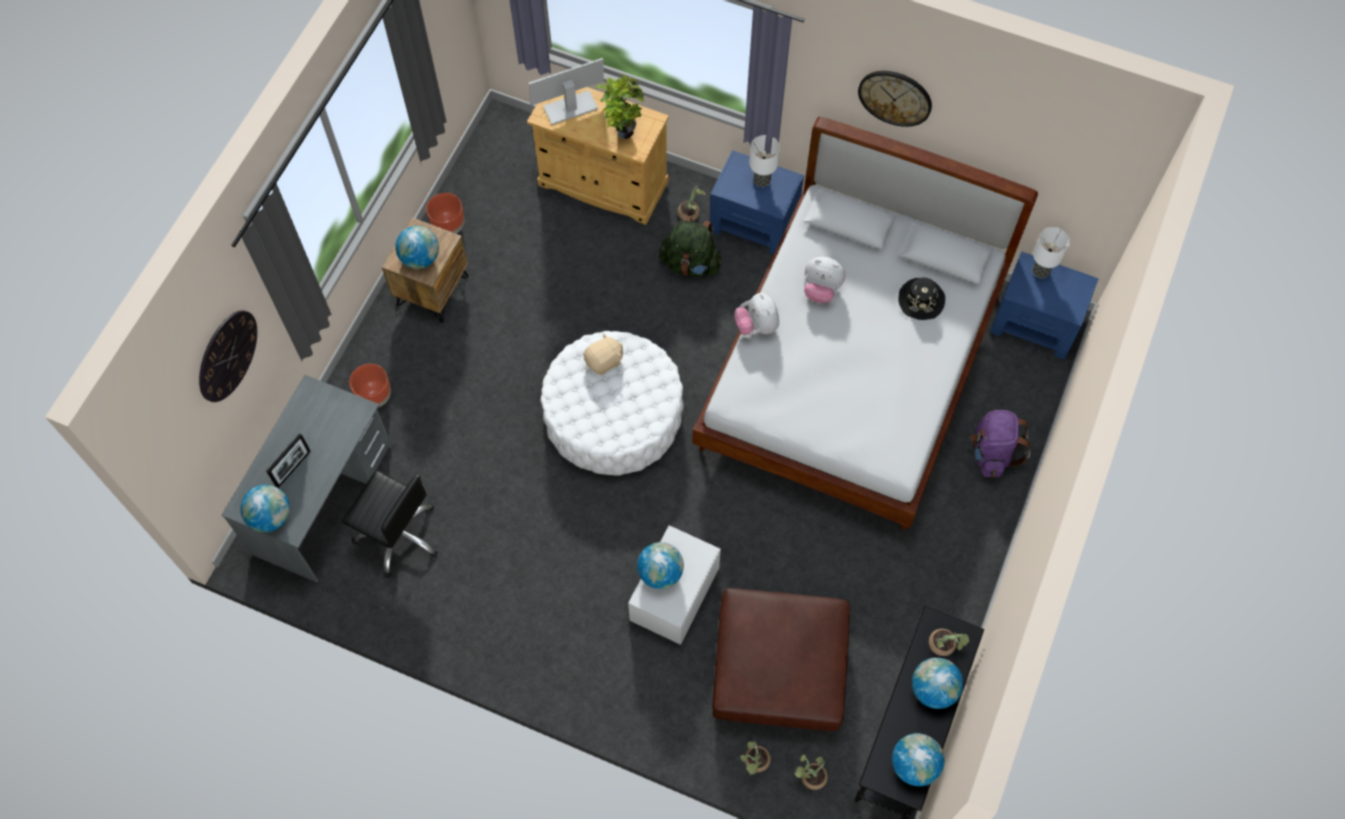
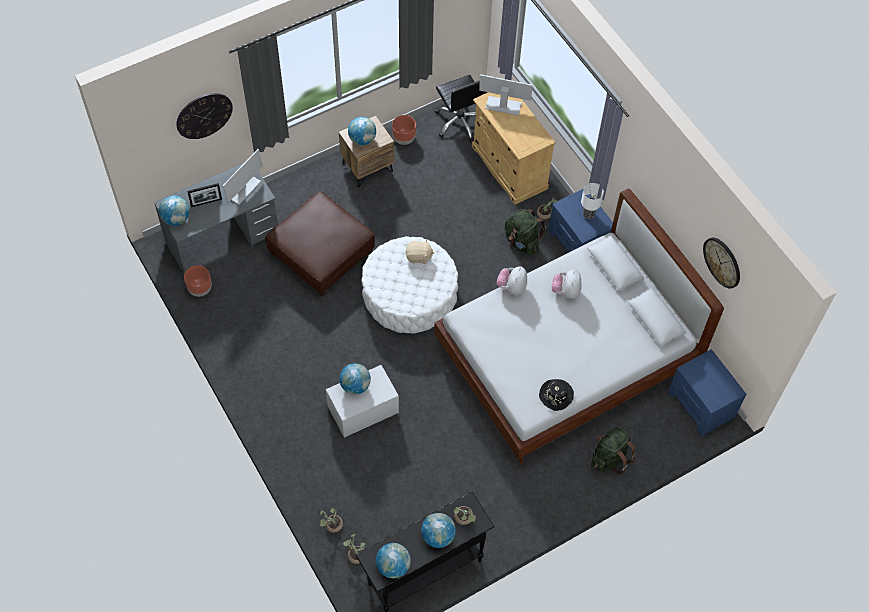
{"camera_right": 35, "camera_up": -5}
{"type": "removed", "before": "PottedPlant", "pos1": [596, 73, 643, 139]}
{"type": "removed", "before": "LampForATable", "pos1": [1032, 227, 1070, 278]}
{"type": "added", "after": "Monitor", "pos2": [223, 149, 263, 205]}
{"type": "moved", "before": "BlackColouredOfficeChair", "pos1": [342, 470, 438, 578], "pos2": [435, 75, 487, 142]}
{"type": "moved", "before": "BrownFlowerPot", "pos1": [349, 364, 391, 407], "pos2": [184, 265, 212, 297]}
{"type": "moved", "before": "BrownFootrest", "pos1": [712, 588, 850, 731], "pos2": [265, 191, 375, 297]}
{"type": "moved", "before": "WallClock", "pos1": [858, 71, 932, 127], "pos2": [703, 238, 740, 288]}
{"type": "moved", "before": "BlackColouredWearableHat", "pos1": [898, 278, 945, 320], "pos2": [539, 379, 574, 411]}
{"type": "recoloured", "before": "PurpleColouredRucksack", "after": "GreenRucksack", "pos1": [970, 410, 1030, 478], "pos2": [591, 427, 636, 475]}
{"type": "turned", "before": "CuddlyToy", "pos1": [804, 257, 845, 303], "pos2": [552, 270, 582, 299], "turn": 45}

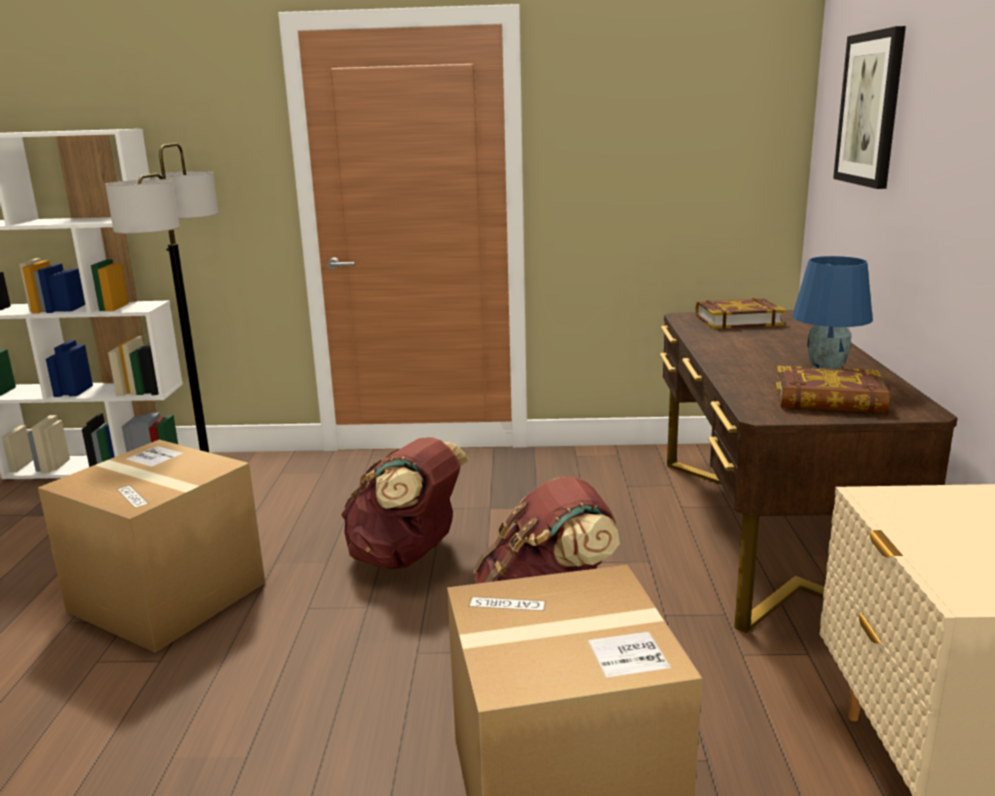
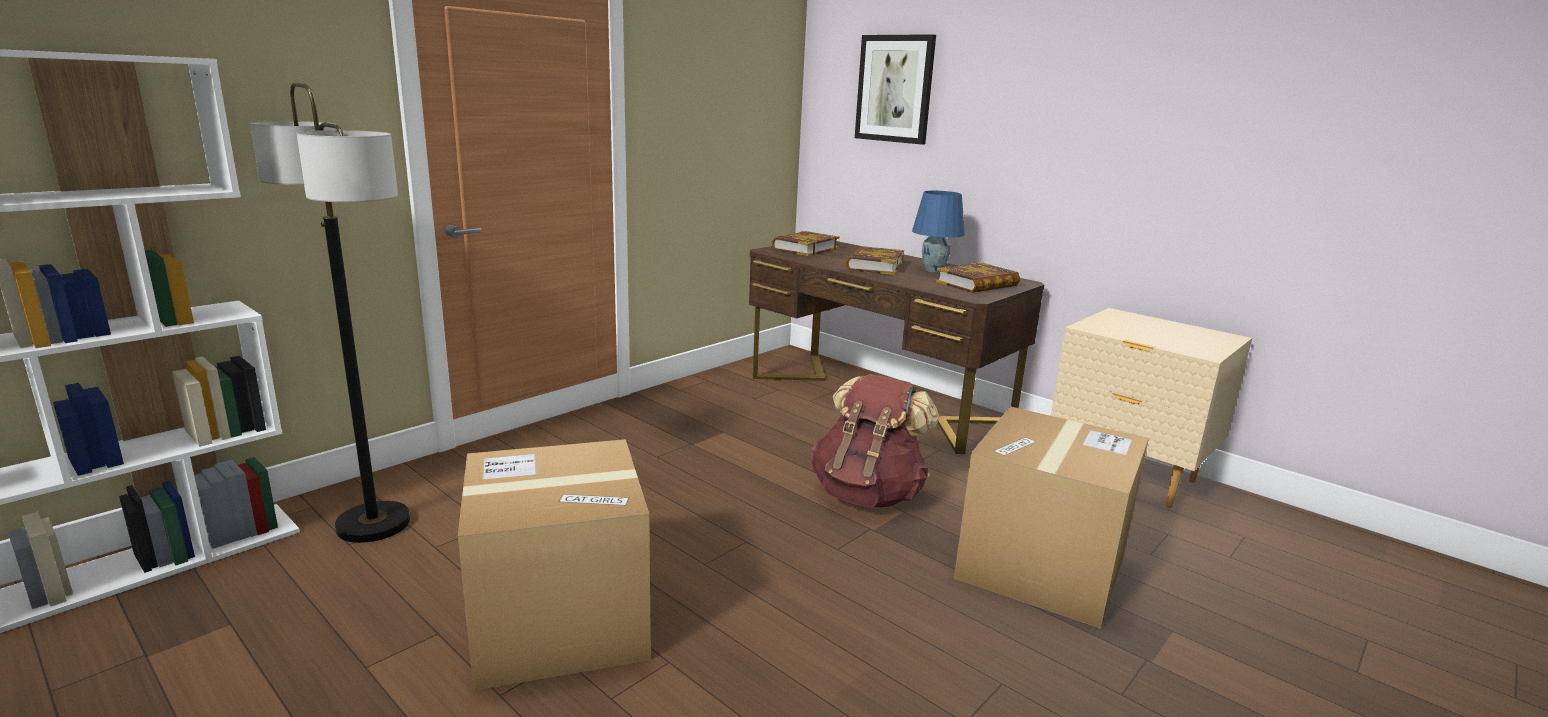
{"camera_right": -50, "camera_up": 0}
{"type": "removed", "before": "BrownRucksack", "pos1": [341, 437, 469, 569]}
{"type": "added", "after": "Book", "pos2": [846, 246, 904, 275]}

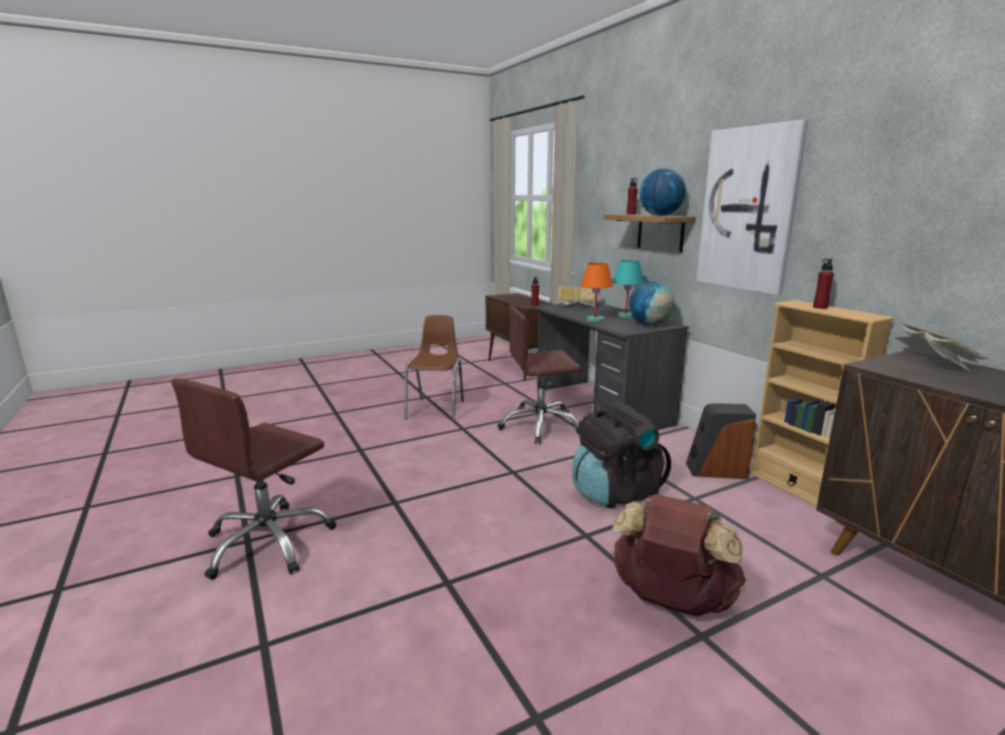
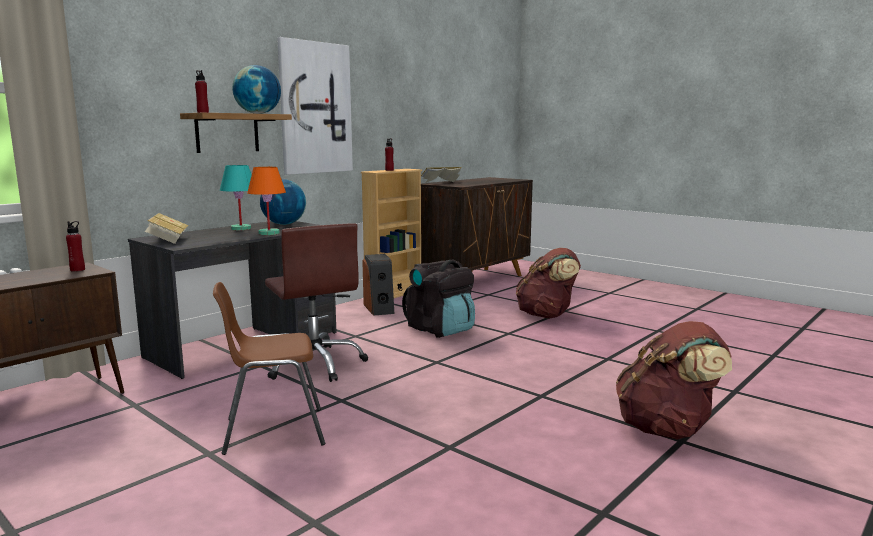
{"camera_right": -110, "camera_up": -5}
{"type": "replaced", "before": "BrownOfficeChair", "after": "BrownRucksack", "pos1": [171, 378, 336, 580], "pos2": [616, 321, 732, 440]}

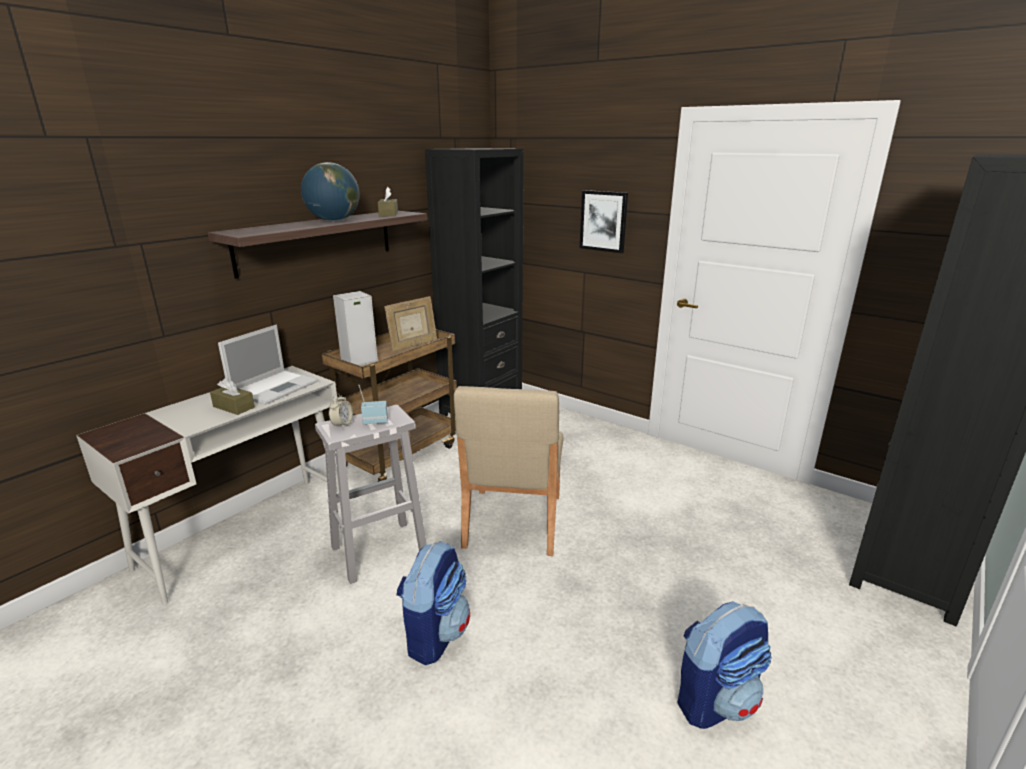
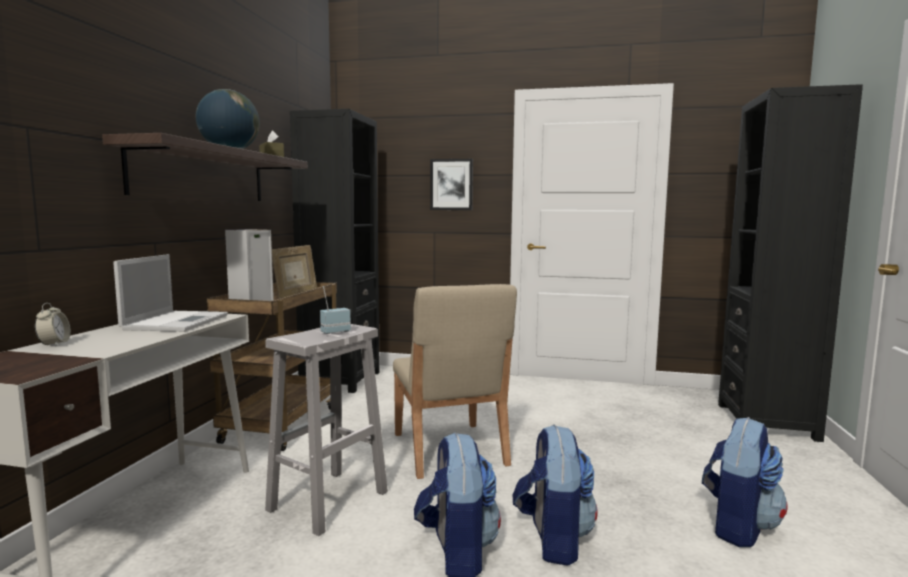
{"camera_right": -25, "camera_up": -15}
{"type": "removed", "before": "BrownTissueBox", "pos1": [210, 378, 255, 415]}
{"type": "added", "after": "Rucksack", "pos2": [513, 424, 598, 566]}
{"type": "moved", "before": "AlarmClock", "pos1": [329, 394, 353, 429], "pos2": [35, 303, 71, 346]}

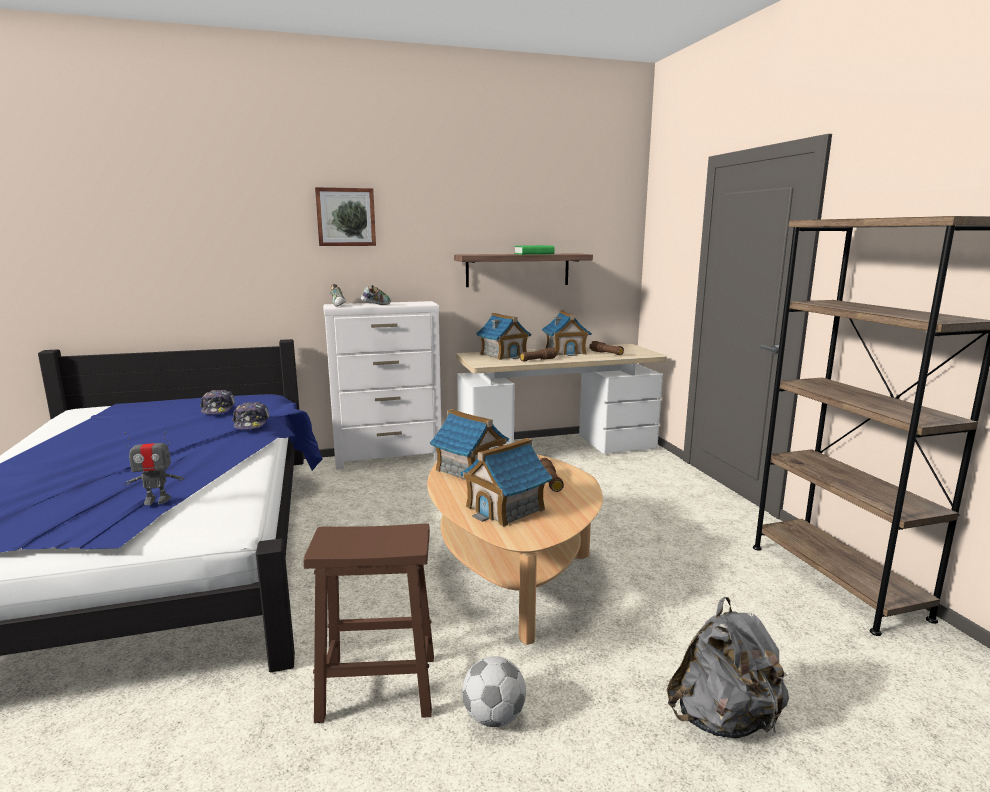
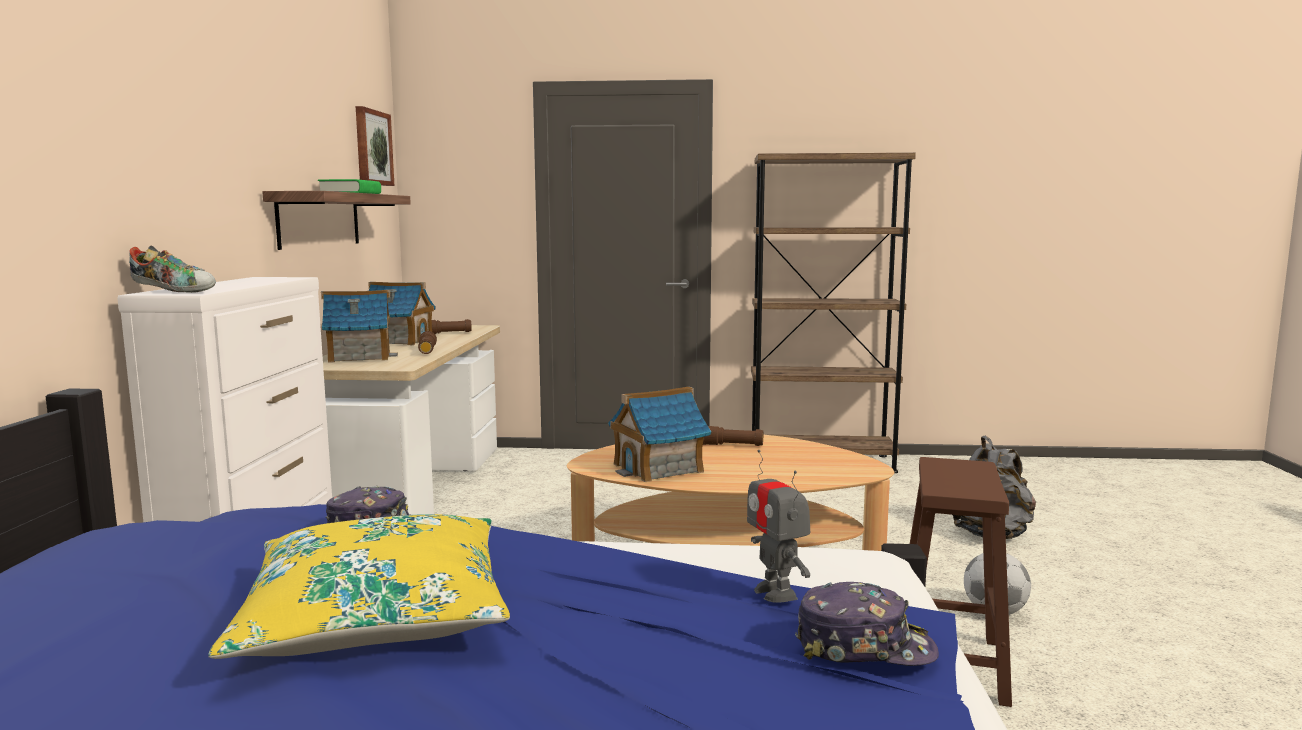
{"camera_right": -70, "camera_up": -5}
{"type": "removed", "before": "ItemOfFootwear", "pos1": [361, 285, 392, 305]}
{"type": "removed", "before": "ModelHouse", "pos1": [460, 438, 552, 527]}
{"type": "added", "after": "YellowPillow", "pos2": [208, 514, 510, 659]}
{"type": "moved", "before": "PeakedCap", "pos1": [200, 390, 235, 414], "pos2": [795, 582, 939, 666]}
{"type": "moved", "before": "WallPicture", "pos1": [315, 187, 376, 246], "pos2": [356, 106, 394, 186]}
{"type": "turned", "before": "ToyRobot", "pos1": [124, 431, 184, 505], "pos2": [747, 450, 810, 603], "turn": 150}

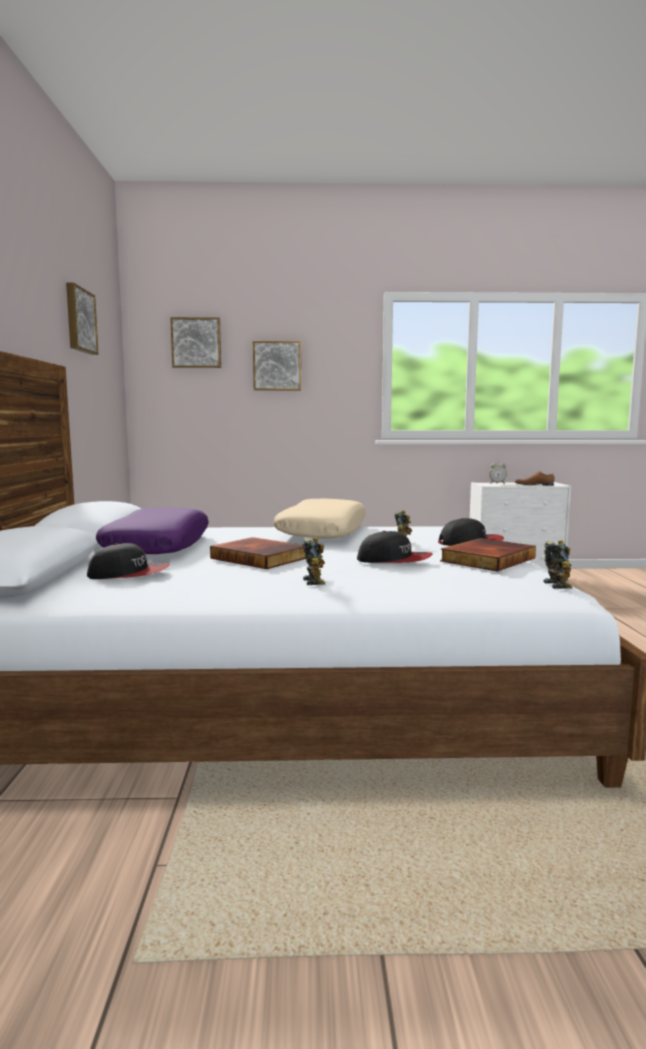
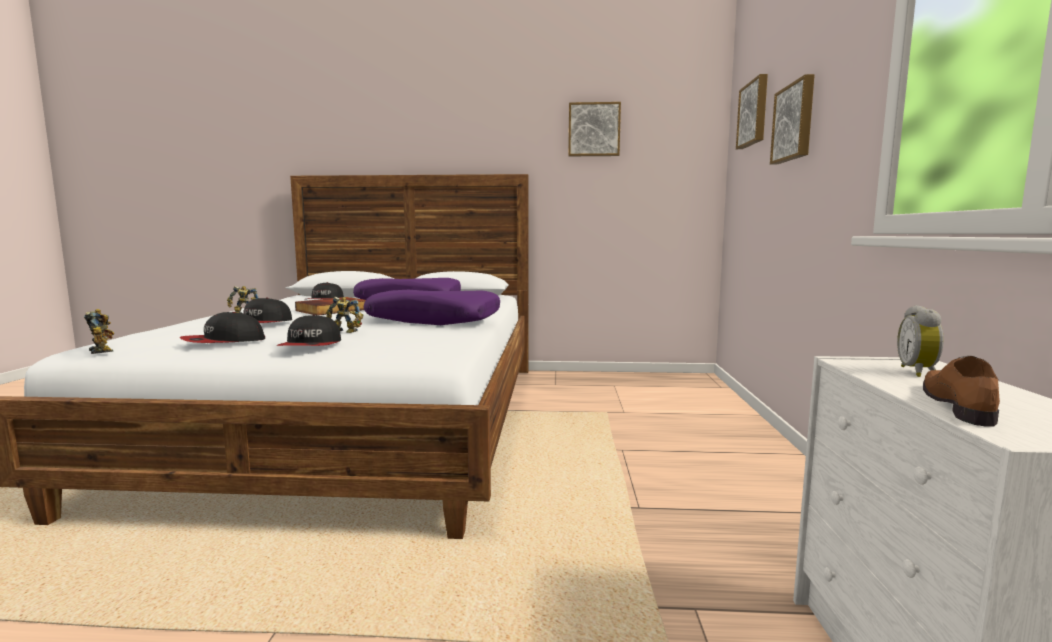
{"camera_right": 95, "camera_up": 0}
{"type": "replaced", "before": "Book", "after": "PeakedCap", "pos1": [440, 538, 536, 571], "pos2": [180, 312, 265, 343]}
{"type": "recoloured", "before": "SandColouredPillow", "after": "PurpleColouredPillow", "pos1": [274, 499, 366, 539], "pos2": [364, 290, 500, 325]}
{"type": "turned", "before": "ToyRobot", "pos1": [544, 540, 573, 589], "pos2": [84, 309, 114, 354], "turn": -135}

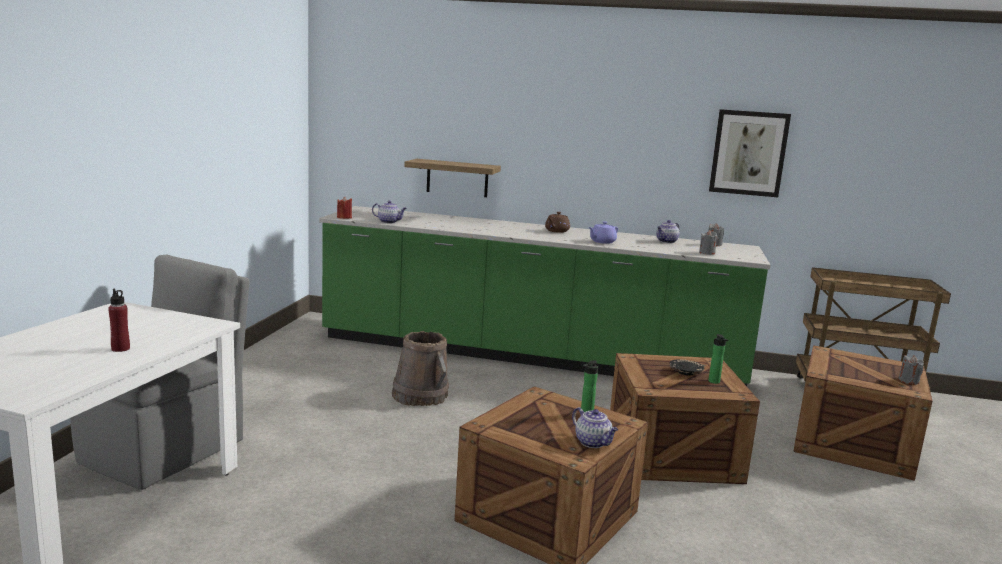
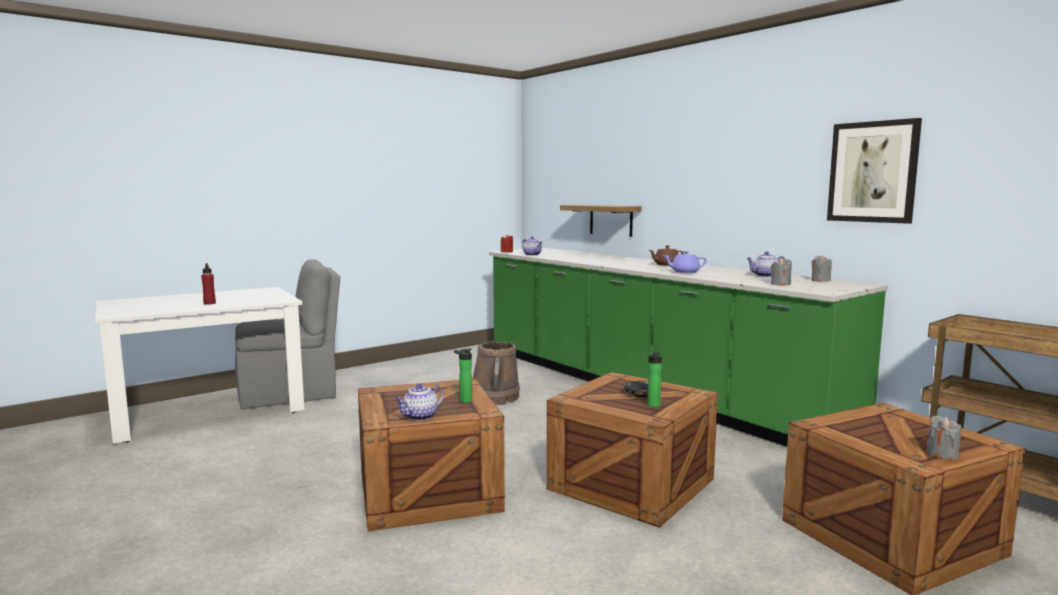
{"camera_right": 40, "camera_up": -5}
{"type": "turned", "before": "Teapot", "pos1": [572, 407, 618, 448], "pos2": [395, 383, 444, 421], "turn": 45}

